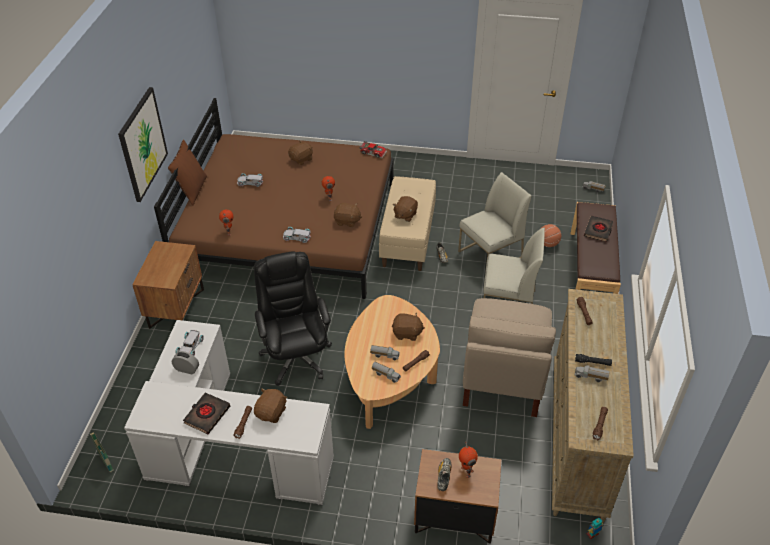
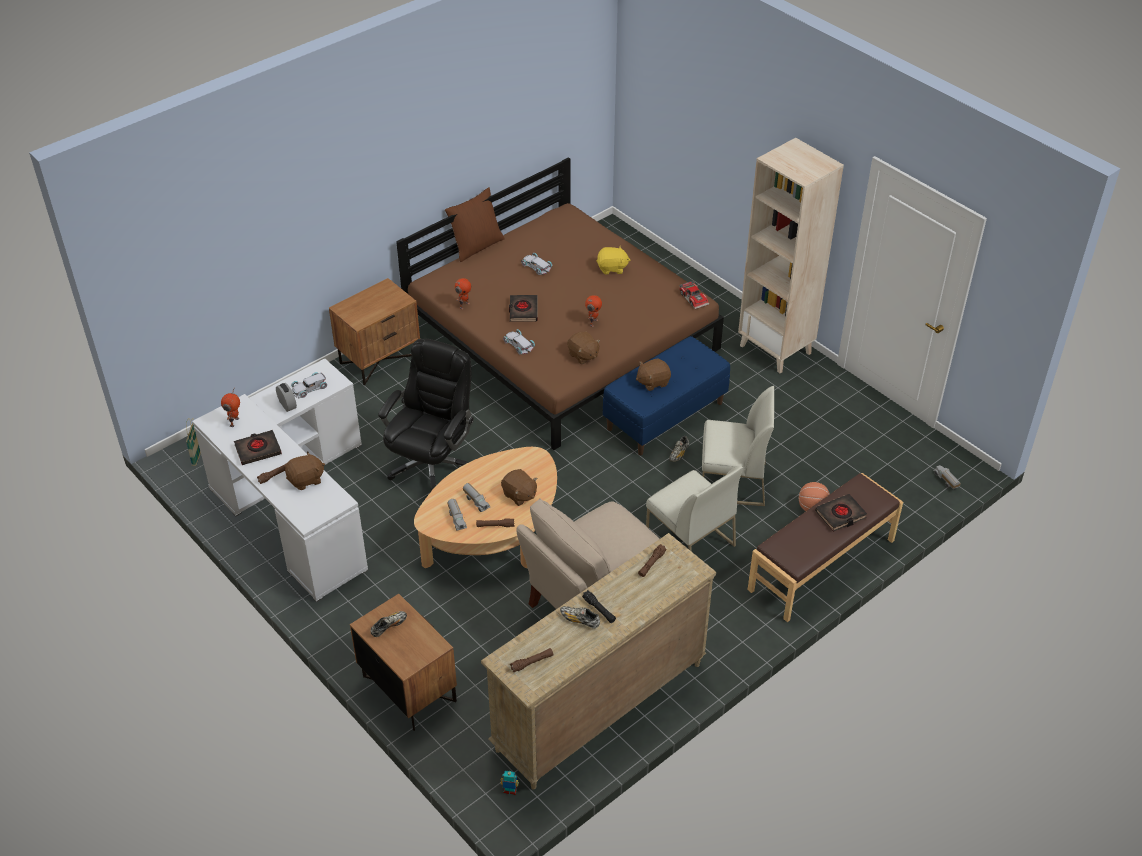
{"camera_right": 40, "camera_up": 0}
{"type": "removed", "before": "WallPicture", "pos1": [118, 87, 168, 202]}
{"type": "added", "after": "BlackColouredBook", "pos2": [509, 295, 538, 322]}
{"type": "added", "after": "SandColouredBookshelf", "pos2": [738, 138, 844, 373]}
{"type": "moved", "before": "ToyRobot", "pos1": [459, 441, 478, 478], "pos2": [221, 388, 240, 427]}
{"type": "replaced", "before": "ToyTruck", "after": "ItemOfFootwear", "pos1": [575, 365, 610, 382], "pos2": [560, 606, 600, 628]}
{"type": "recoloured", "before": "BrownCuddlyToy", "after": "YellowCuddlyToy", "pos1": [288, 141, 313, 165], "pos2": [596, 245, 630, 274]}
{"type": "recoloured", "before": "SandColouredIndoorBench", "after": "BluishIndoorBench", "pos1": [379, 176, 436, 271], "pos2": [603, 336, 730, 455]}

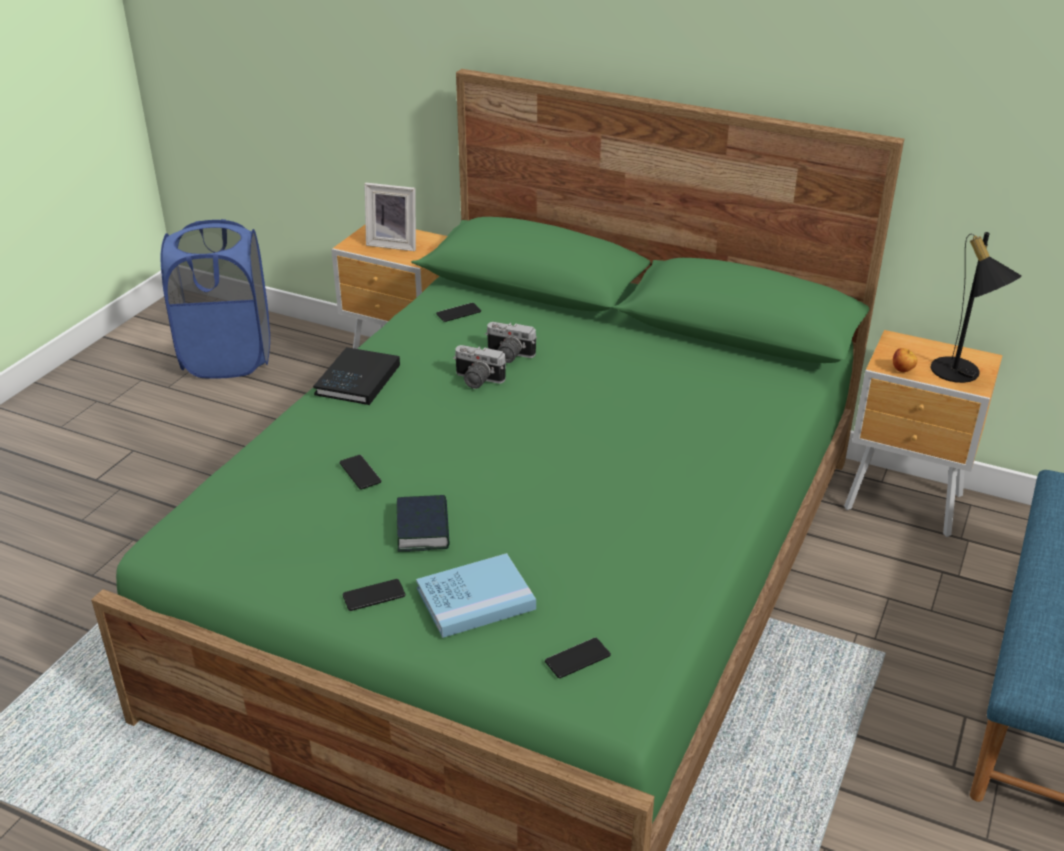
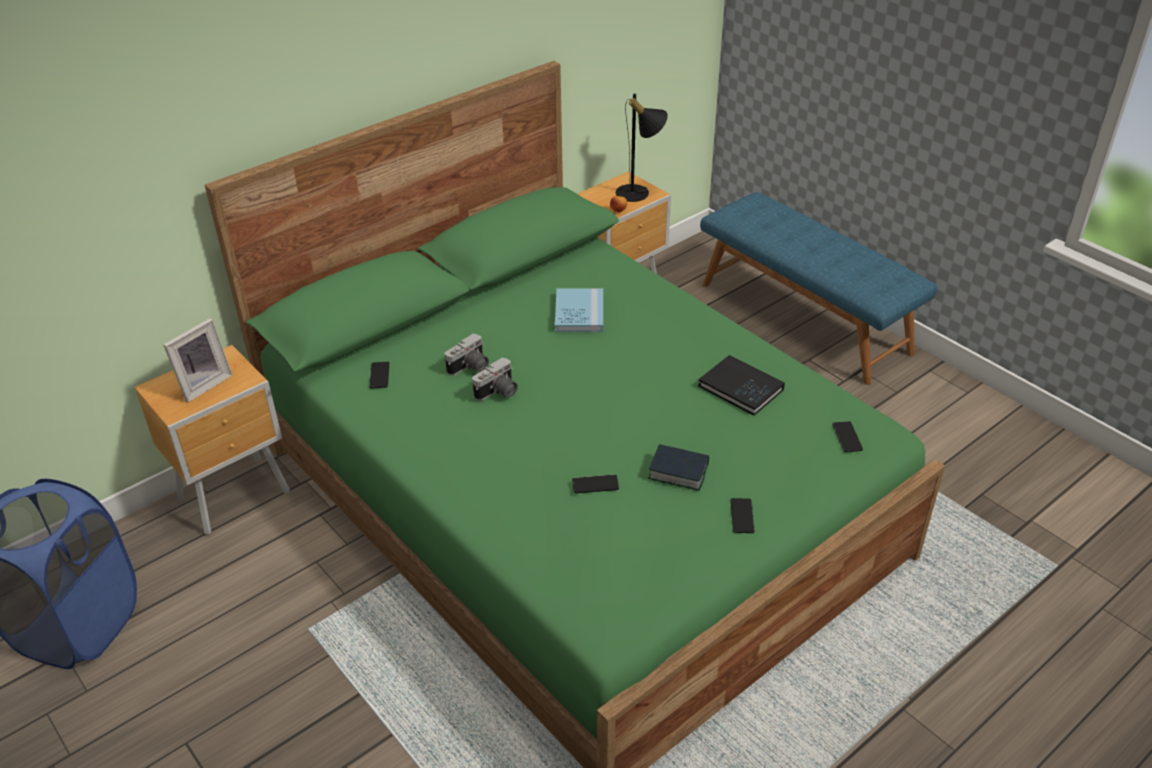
{"camera_right": -65, "camera_up": 5}
{"type": "moved", "before": "BlackColouredBook", "pos1": [313, 347, 400, 405], "pos2": [698, 355, 785, 415]}
{"type": "moved", "before": "BluishBook", "pos1": [416, 553, 536, 638], "pos2": [555, 288, 603, 332]}

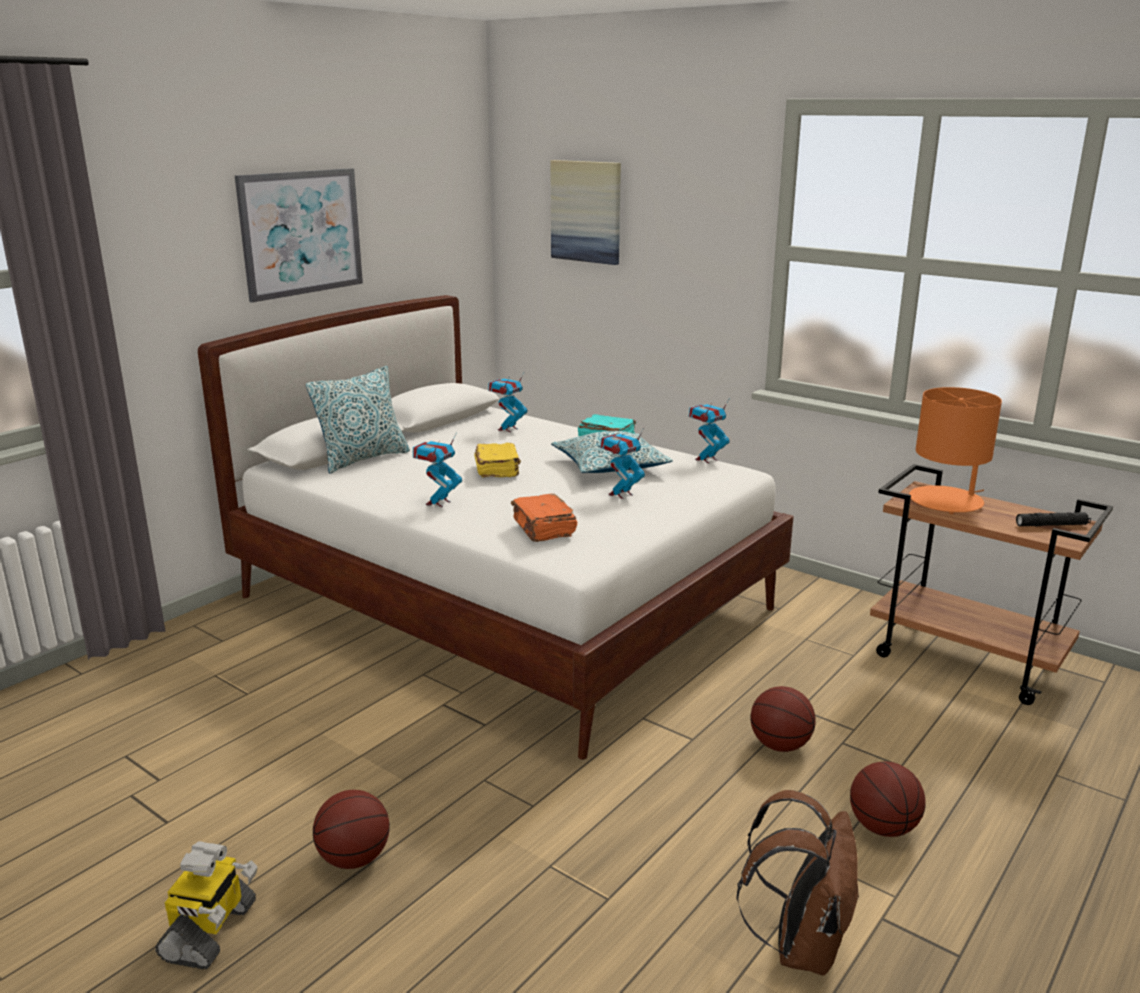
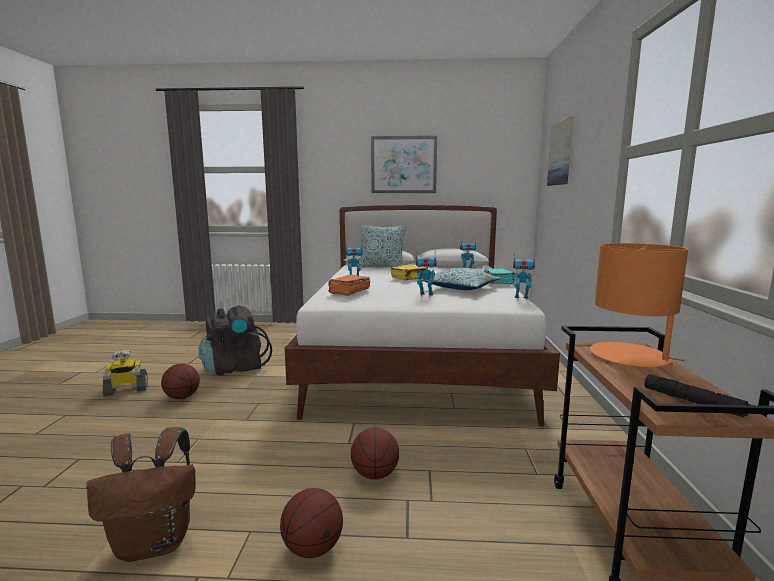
{"camera_right": 55, "camera_up": -10}
{"type": "added", "after": "BlackColouredRucksack", "pos2": [198, 306, 272, 376]}

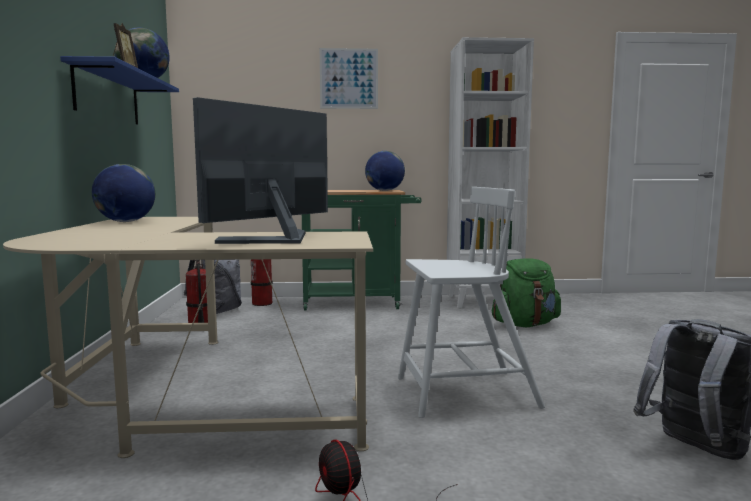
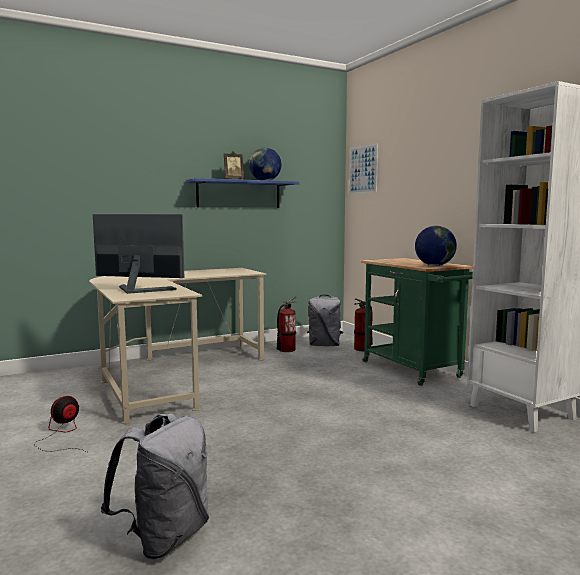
{"camera_right": 65, "camera_up": 0}
{"type": "removed", "before": "Globe", "pos1": [92, 164, 155, 222]}
{"type": "removed", "before": "WhitishUprightChair", "pos1": [398, 187, 545, 418]}
{"type": "removed", "before": "GreenRucksack", "pos1": [492, 258, 561, 327]}
{"type": "moved", "before": "WallPicture", "pos1": [320, 48, 378, 109], "pos2": [349, 143, 378, 194]}

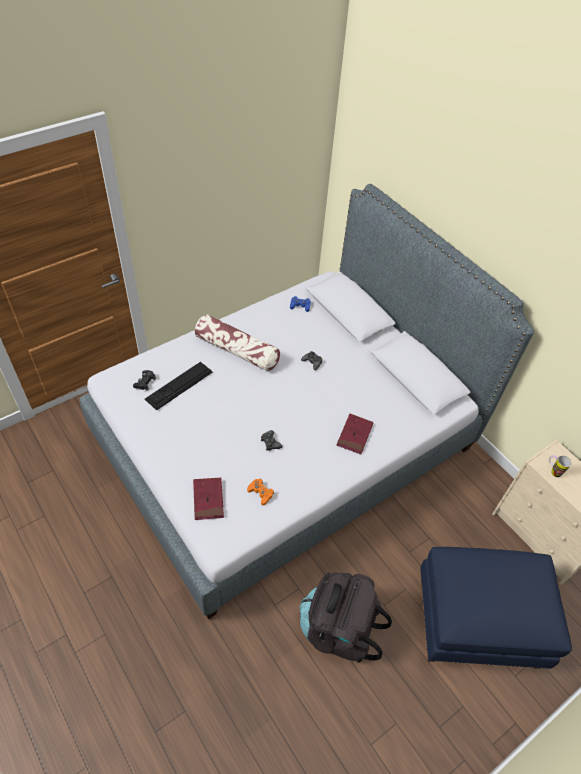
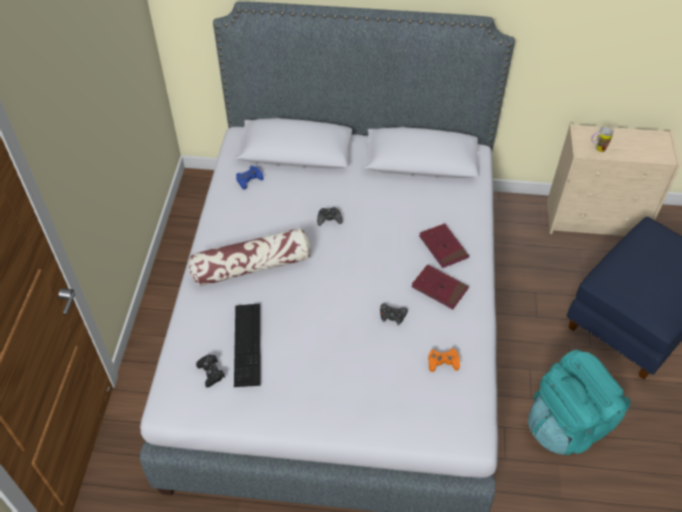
{"camera_right": -45, "camera_up": 0}
{"type": "moved", "before": "RedColouredBook", "pos1": [193, 478, 224, 520], "pos2": [411, 264, 469, 309]}
{"type": "recoloured", "before": "BlackColouredRucksack", "after": "BlueGreenRucksack", "pos1": [300, 572, 392, 663], "pos2": [528, 350, 631, 455]}

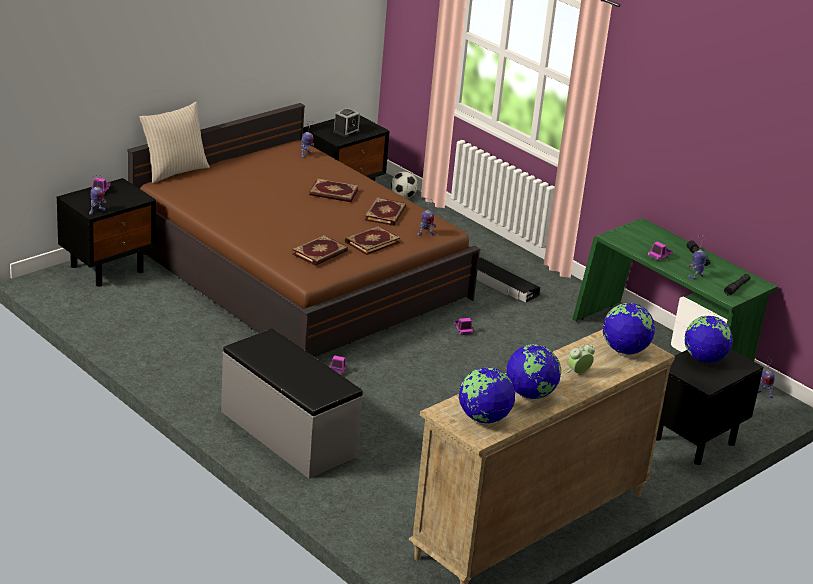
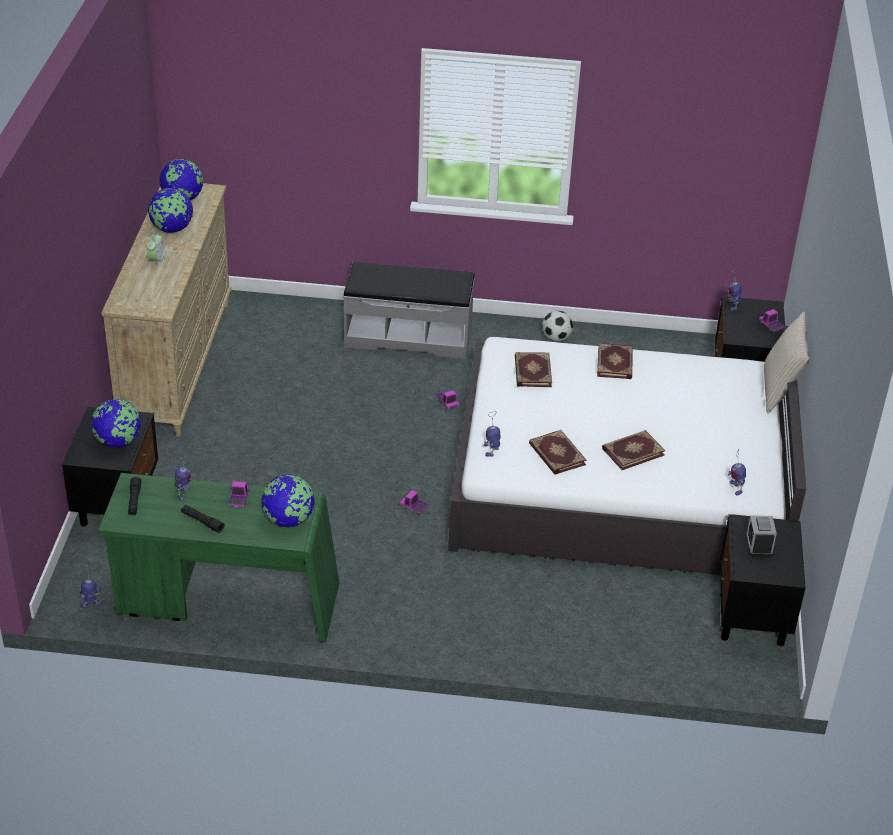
{"camera_right": 140, "camera_up": 10}
{"type": "removed", "before": "BlackColouredStorageBin", "pos1": [476, 258, 540, 303]}
{"type": "moved", "before": "Book", "pos1": [345, 226, 400, 255], "pos2": [597, 343, 633, 379]}
{"type": "moved", "before": "FootballBall", "pos1": [391, 171, 418, 198], "pos2": [542, 311, 573, 341]}
{"type": "moved", "before": "Globe", "pos1": [603, 303, 655, 355], "pos2": [262, 474, 315, 527]}
{"type": "recoloured", "before": "BrownSleepingBed", "after": "WhitishSleepingBed", "pos1": [127, 103, 480, 357], "pos2": [448, 326, 806, 575]}

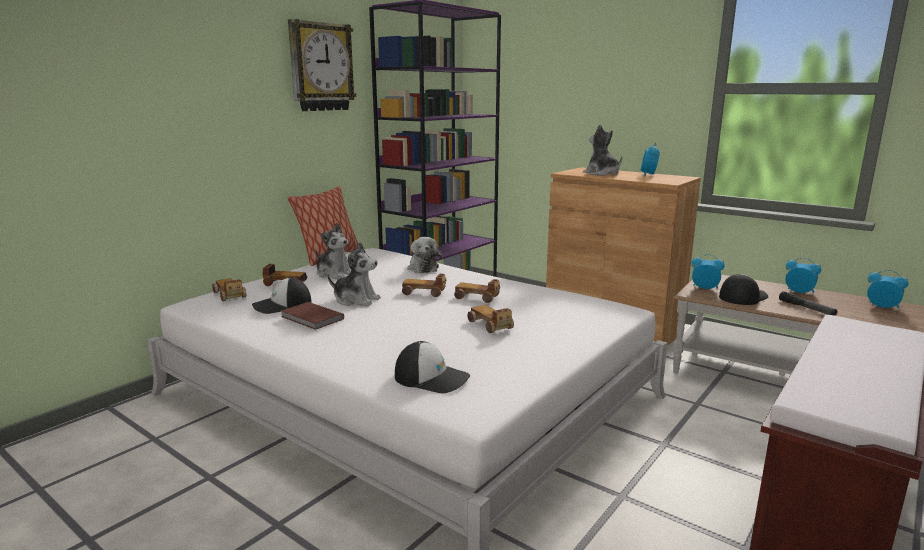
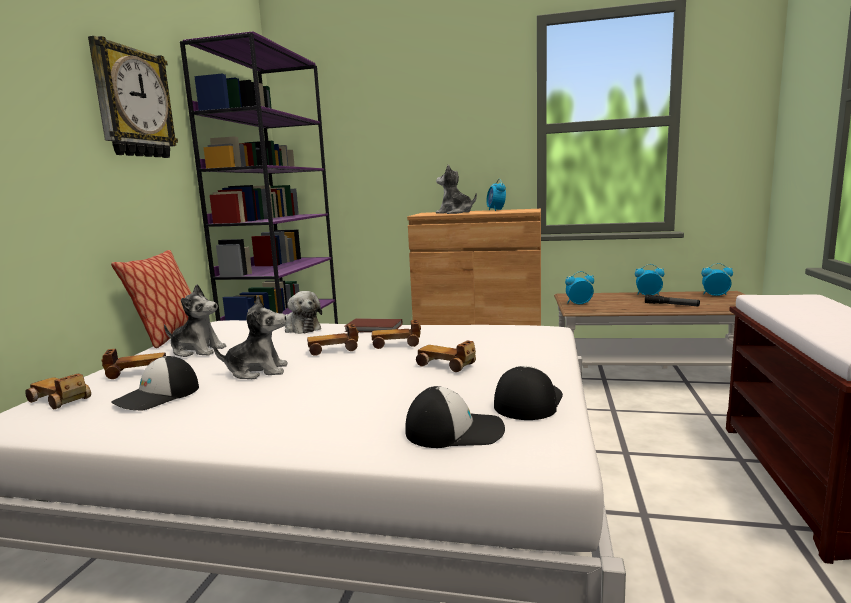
{"camera_right": -25, "camera_up": -5}
{"type": "moved", "before": "BrownBook", "pos1": [281, 302, 344, 330], "pos2": [344, 318, 402, 333]}
{"type": "moved", "before": "PeakedCap", "pos1": [719, 274, 768, 305], "pos2": [494, 366, 563, 420]}

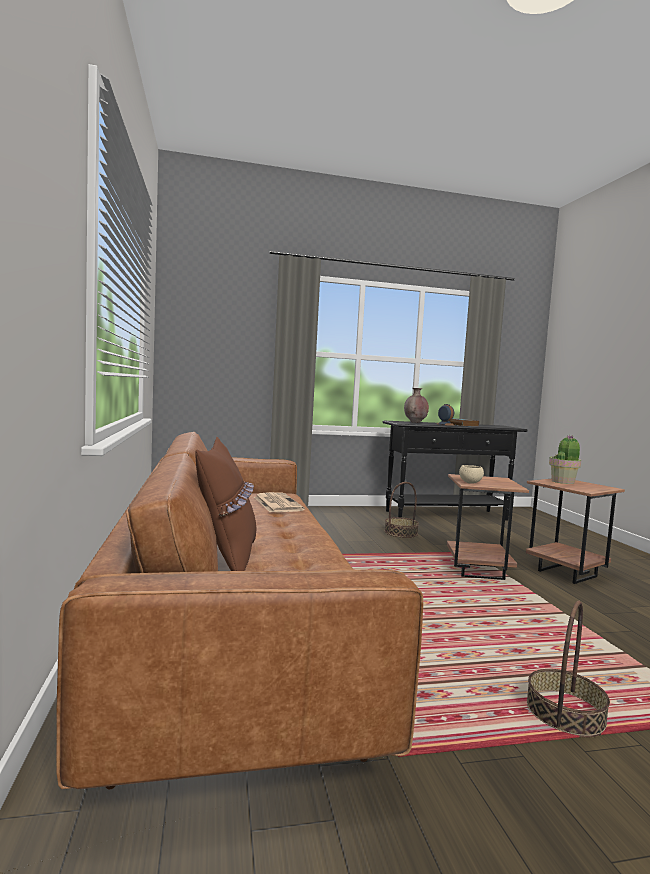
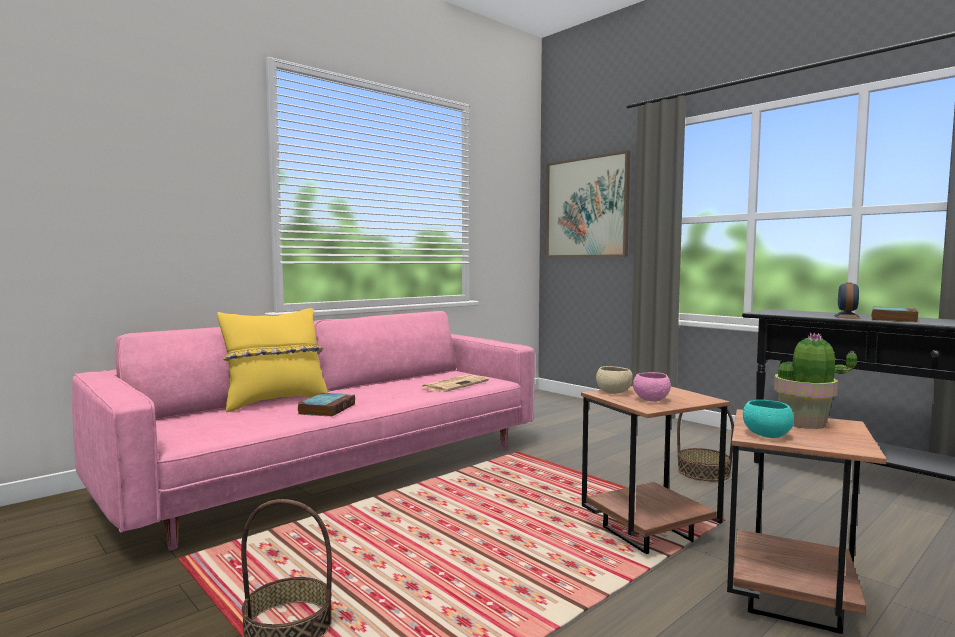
{"camera_right": 60, "camera_up": 0}
{"type": "removed", "before": "BrownVase", "pos1": [404, 388, 429, 423]}
{"type": "added", "after": "Book", "pos2": [298, 393, 355, 417]}
{"type": "added", "after": "WallPicture", "pos2": [546, 150, 630, 257]}
{"type": "added", "after": "PinkServingBowl", "pos2": [633, 372, 671, 402]}
{"type": "added", "after": "BlueGreenServingBowl", "pos2": [743, 400, 794, 438]}
{"type": "recoloured", "before": "BrownCouch", "after": "PinkCouch", "pos1": [56, 432, 423, 789], "pos2": [72, 311, 535, 550]}
{"type": "recoloured", "before": "BrownPillow", "after": "YellowPillow", "pos1": [195, 436, 256, 571], "pos2": [217, 308, 328, 412]}

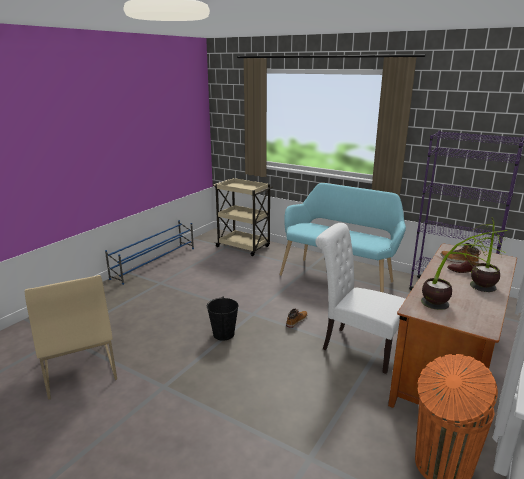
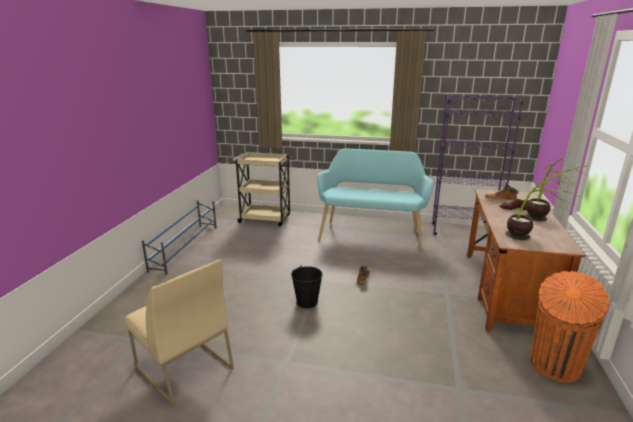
{"camera_right": -20, "camera_up": 0}
{"type": "removed", "before": "WhitishUprightChair", "pos1": [315, 223, 406, 374]}

